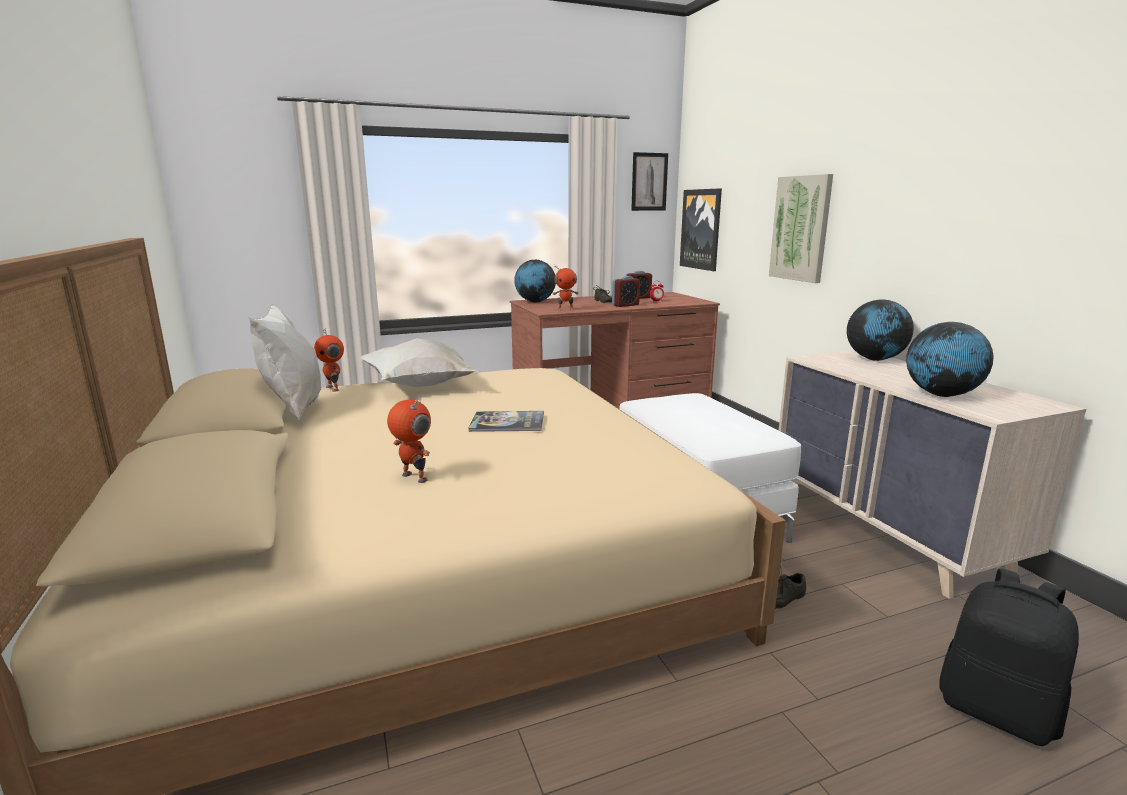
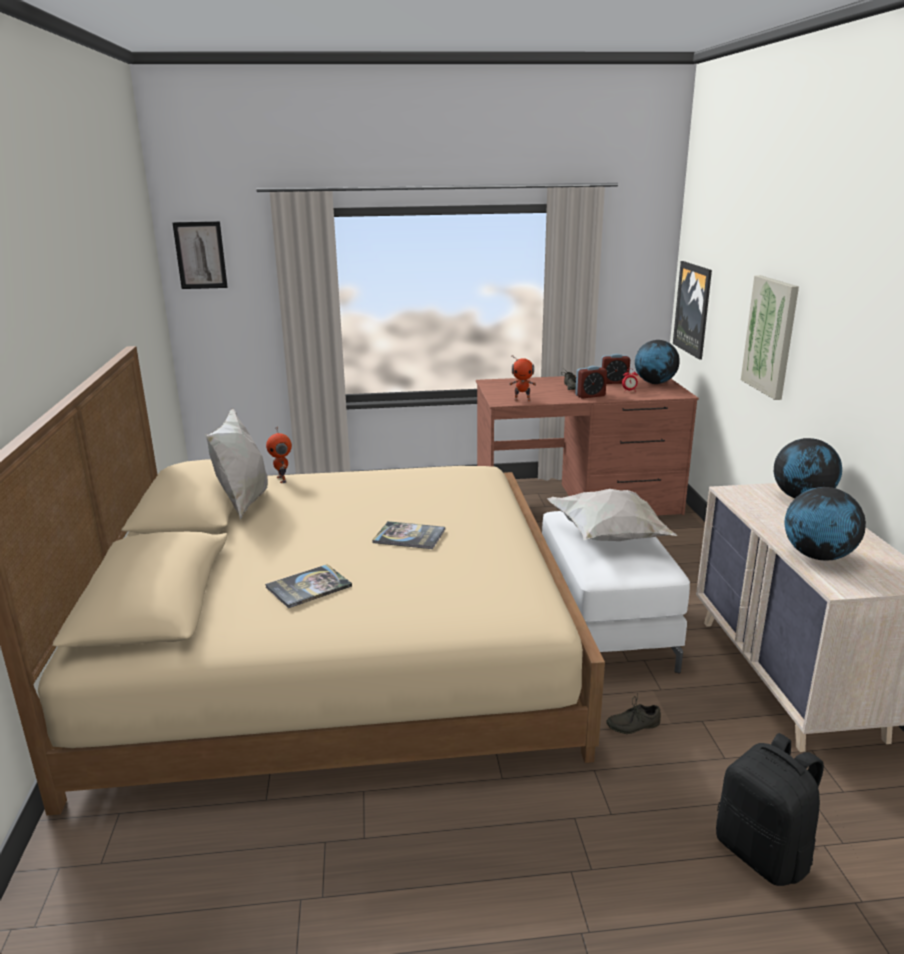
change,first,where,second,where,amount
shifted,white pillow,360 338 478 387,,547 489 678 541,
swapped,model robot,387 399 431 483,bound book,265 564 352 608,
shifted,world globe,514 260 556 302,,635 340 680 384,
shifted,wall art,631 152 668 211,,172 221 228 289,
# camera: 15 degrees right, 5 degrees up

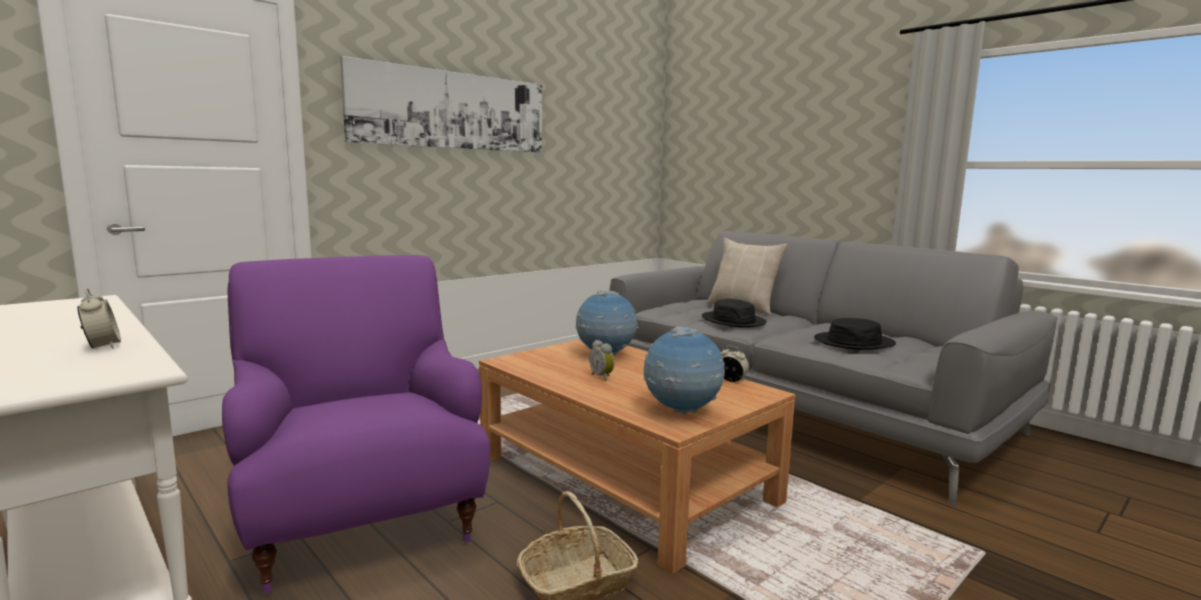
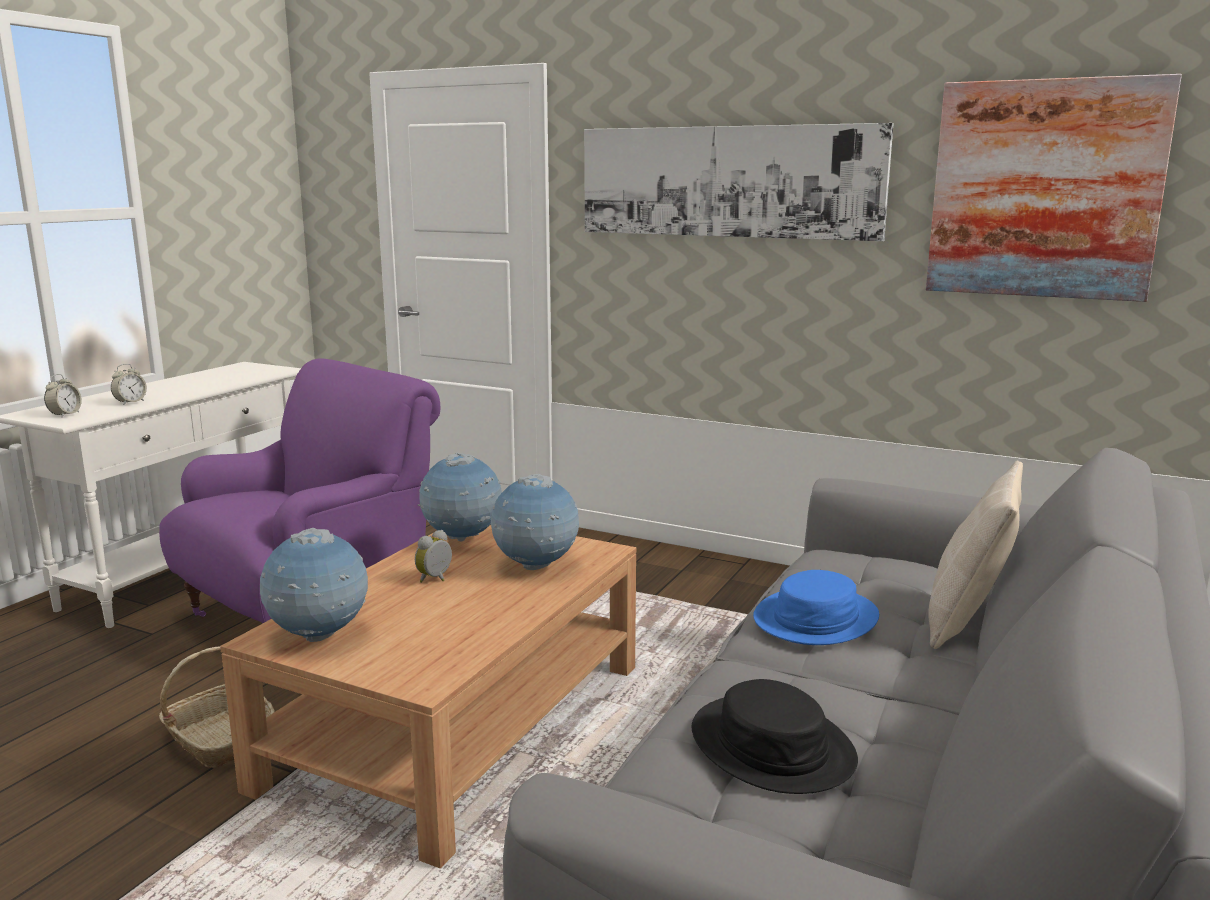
change,first,where,second,where,amount
repainted,black-coloured hat,702 299 767 328,bluish hat,753 570 879 645,
shifted,table clock,721 346 749 382,,44 374 82 417,
new,,,world globe,417 452 502 542,
new,,,wall art,926 74 1182 302,
# camera: 70 degrees right, 5 degrees up

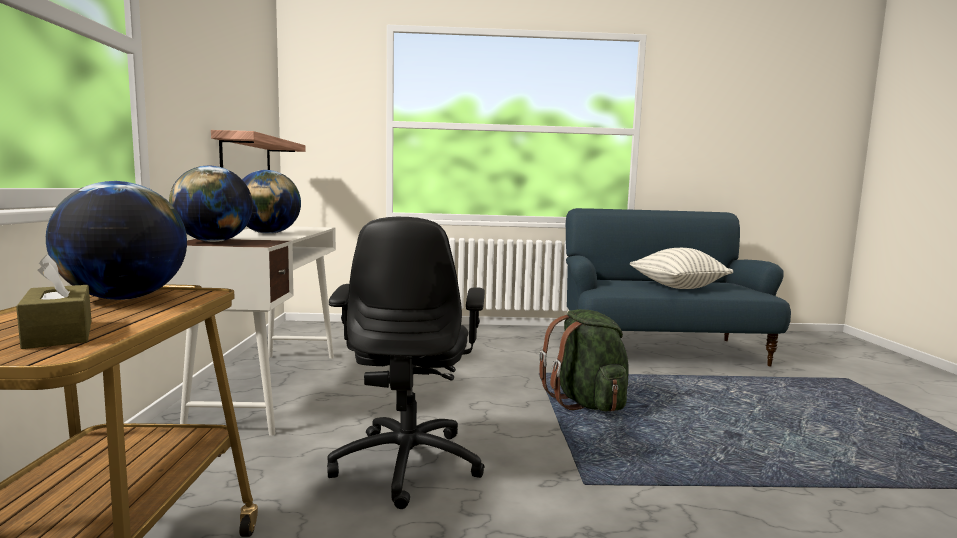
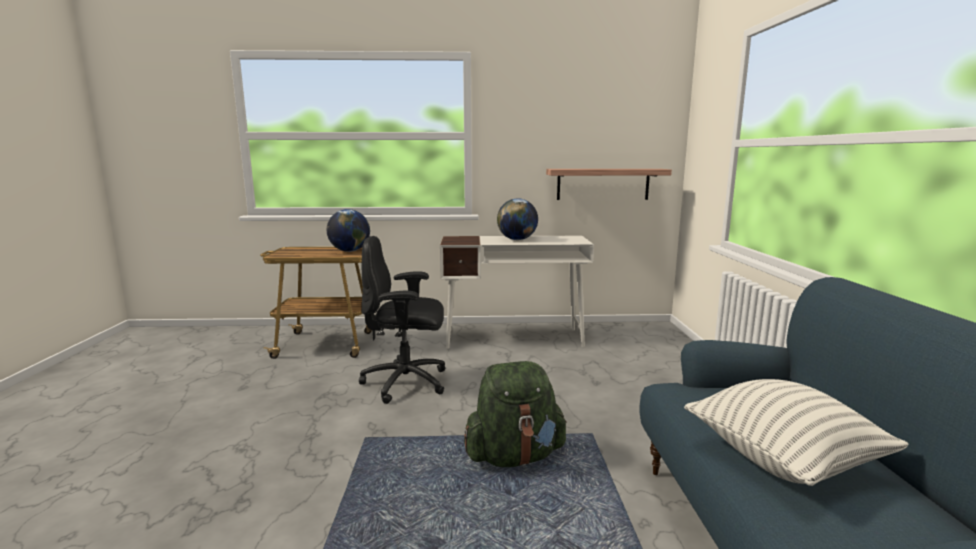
change,first,where,second,where,amount
gone,brown tissue box,16 254 92 349,,,
gone,world globe,169 165 253 242,,,
# camera: 90 degrees right, 5 degrees up

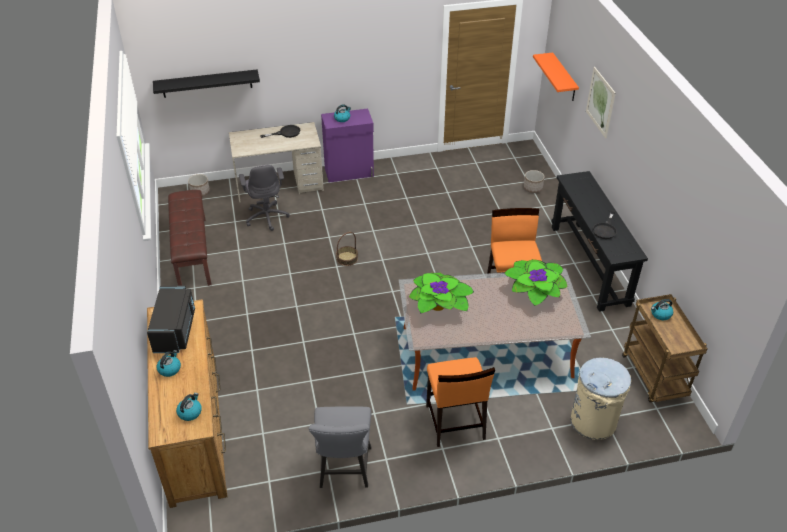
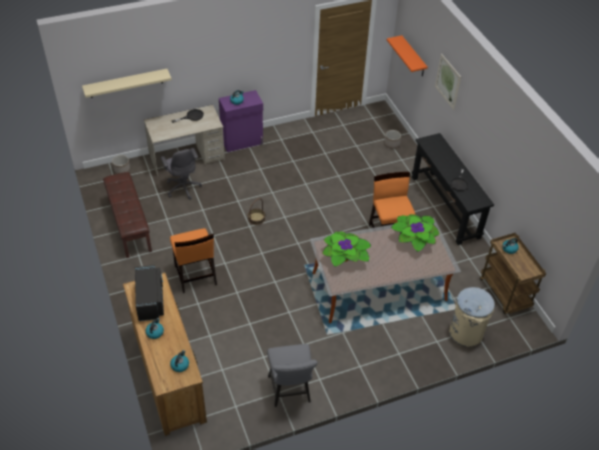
change,first,where,second,where,amount
repainted,black-coloured shelf,153 69 260 98,beige-coloured shelf,82 69 172 98,
shifted,orange plain chair,426 357 495 447,,170 228 217 293,
# camera: 10 degrees left, 5 degrees up

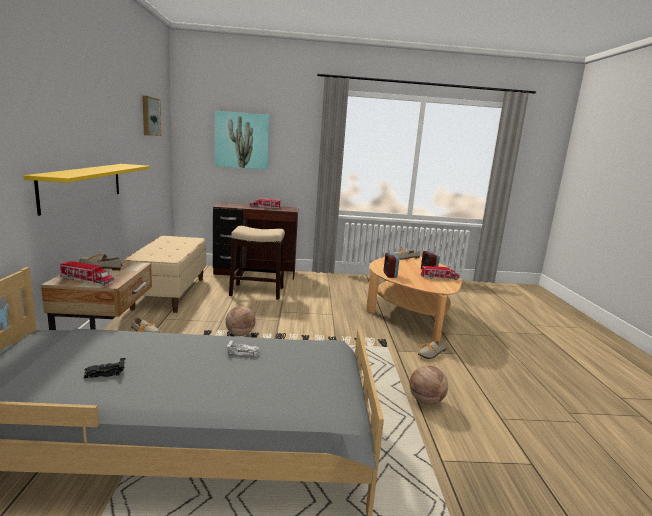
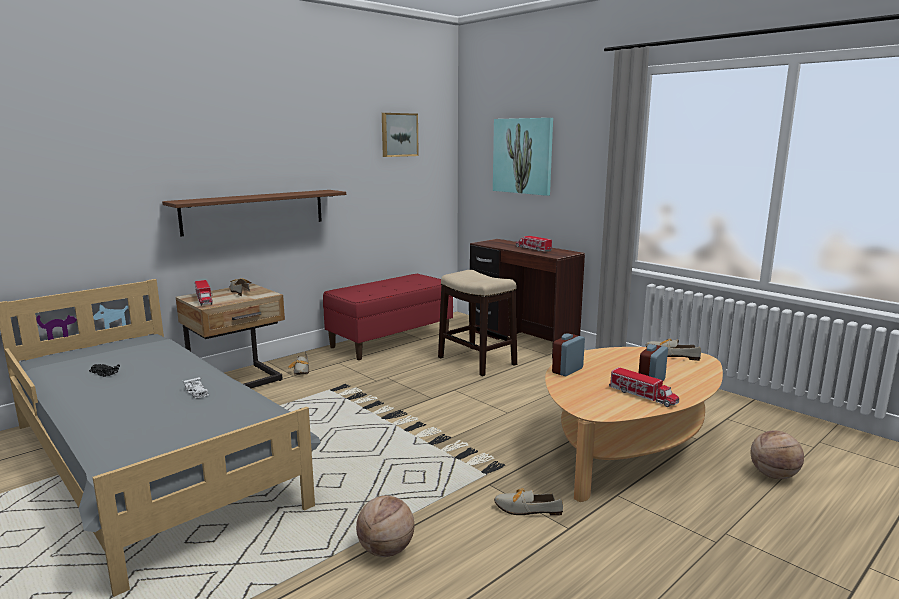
change,first,where,second,where,amount
repainted,yellowish shelf,24 164 150 216,brown shelf,162 190 346 236,
repainted,beige-coloured long seat,123 236 206 313,reddish long seat,323 274 453 360,
shifted,basketball ball,225 306 256 336,,751 431 804 479,
# camera: 50 degrees right, 0 degrees up

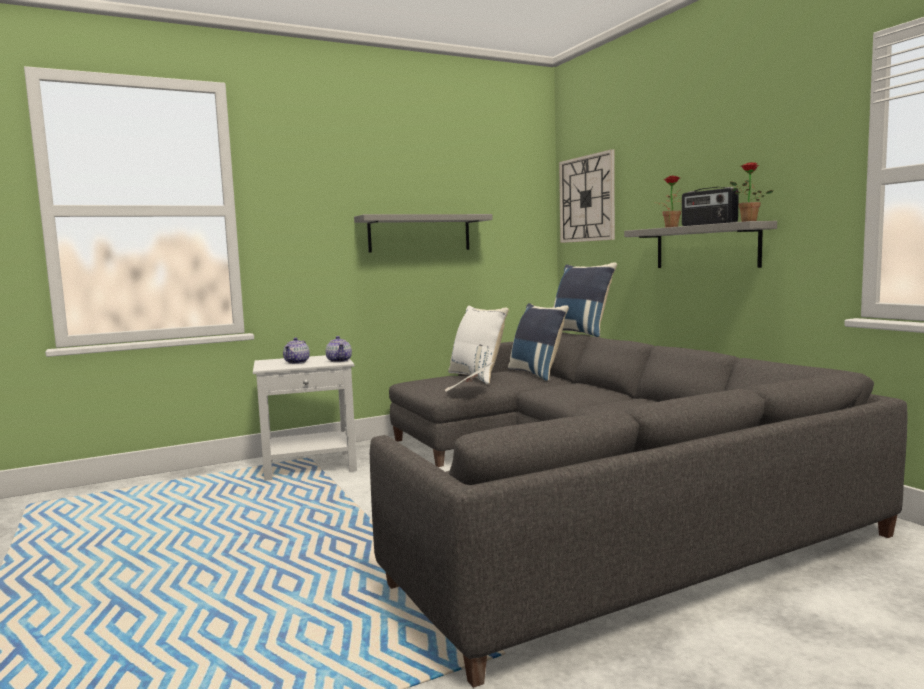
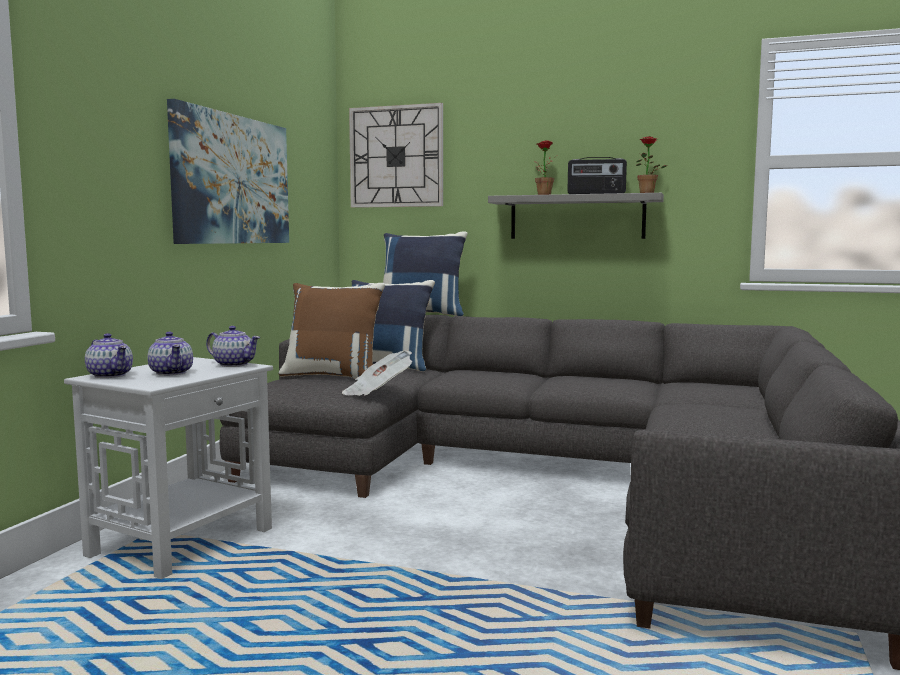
change,first,where,second,where,amount
swapped,gray shelf,354 214 493 253,wall art,167 99 289 244,
repainted,white pillow,448 306 509 384,brown pillow,278 283 385 379,
new,,,teapot,85 333 133 378,
# camera: 45 degrees left, 0 degrees up

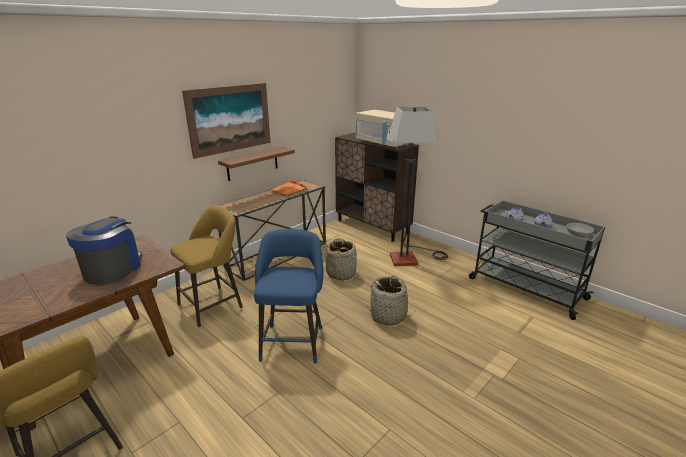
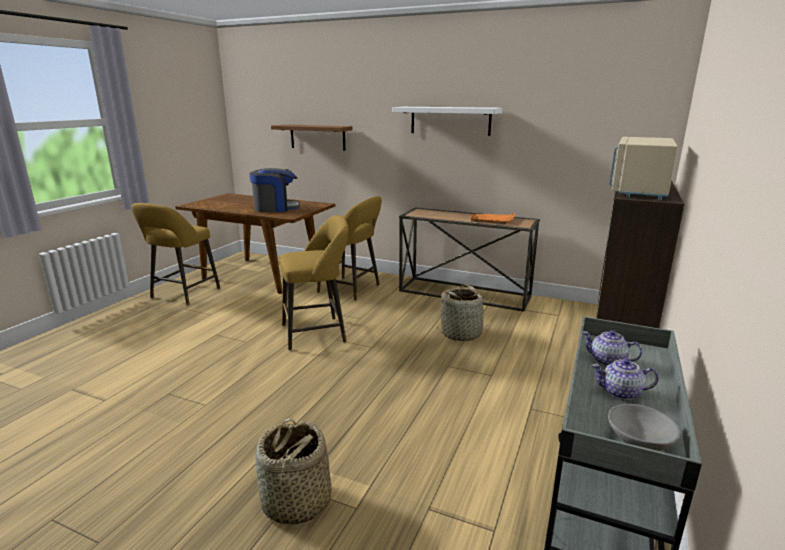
change,first,where,second,where,amount
swapped,wall art,182 83 271 159,white shelf,392 107 502 136,
shifted,brown shelf,218 146 295 181,,271 124 353 150,
repainted,bluish stool seat,254 229 323 364,yellowish stool seat,280 215 349 350,
shifted,basket,367 276 416 326,,255 418 331 528,
gone,standing lamp,389 107 448 266,,,
# camera: 70 degrees right, 5 degrees down

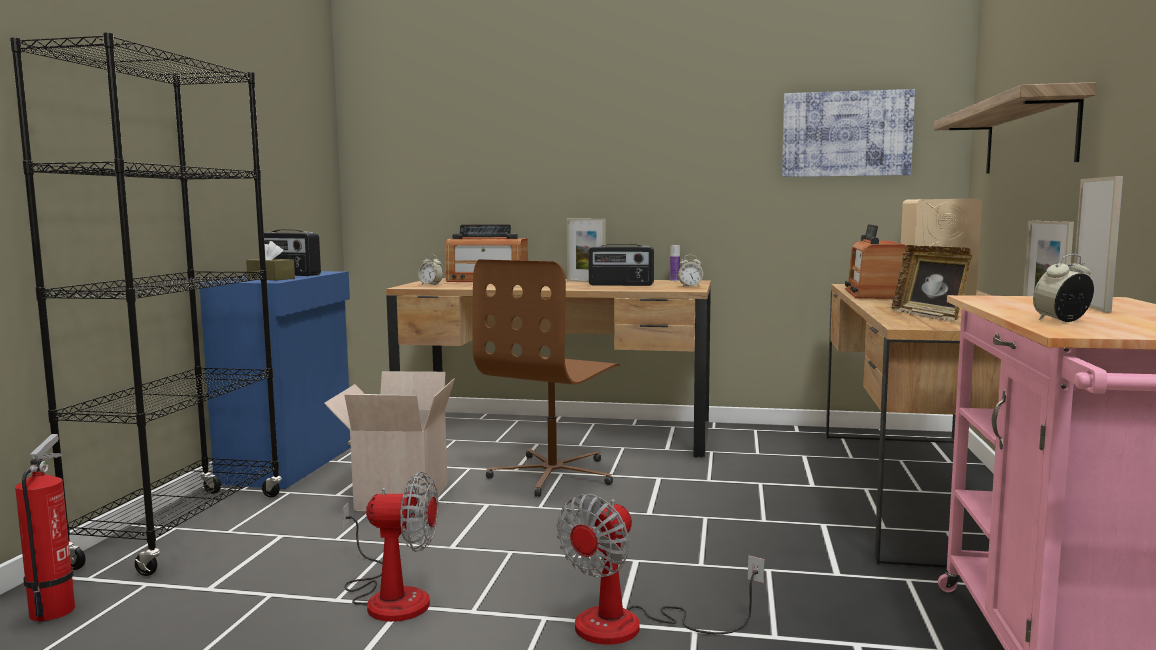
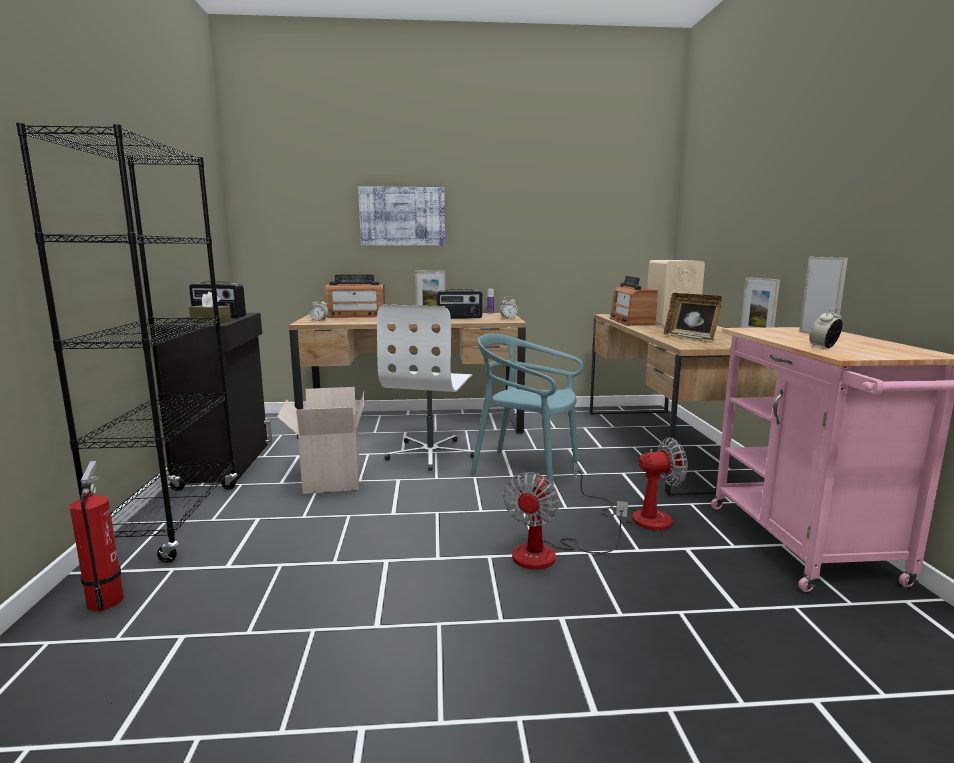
change,first,where,second,where,amount
repainted,bluish storage cabinet,199 271 351 489,black-coloured storage cabinet,155 313 272 483,
shifted,cooling fan,343 472 438 622,,573 437 688 530,
repainted,brown computer chair,472 259 620 497,white computer chair,377 305 475 471,
shifted,wall art,782 89 915 177,,358 186 445 246,
gone,shelf,934 82 1096 173,,,
new,,,blue-green plain chair,470 334 584 493,
# camera: 15 degrees left, 5 degrees up

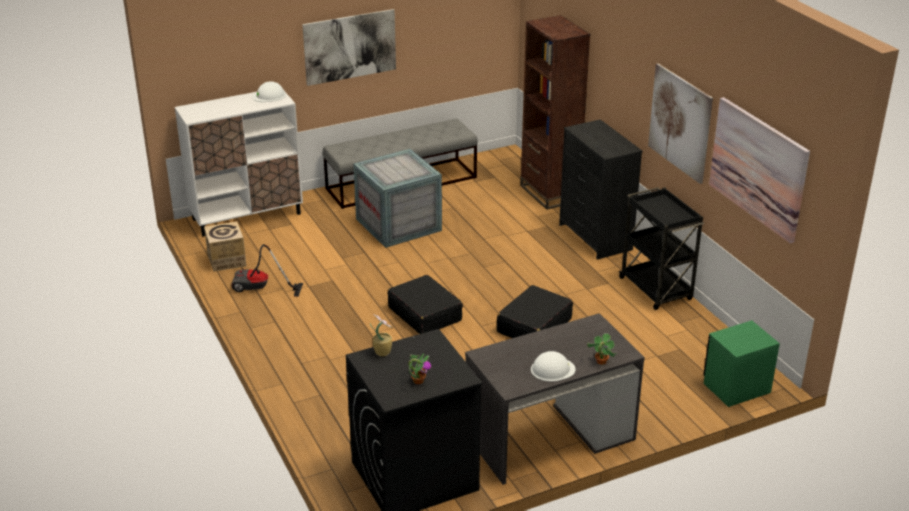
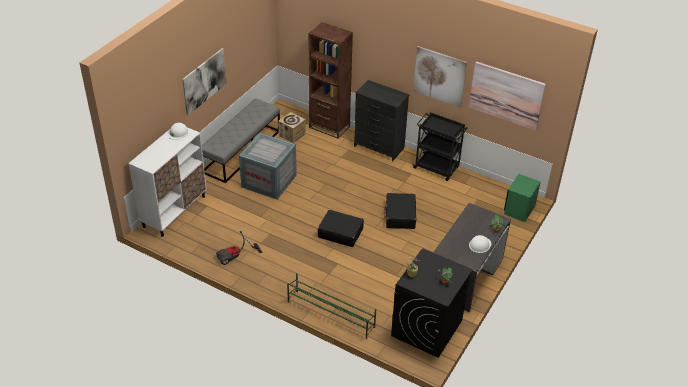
change,first,where,second,where,amount
shifted,carton,204 221 246 272,,278 112 306 143,
new,,,greenish shoe shelf,287 273 376 339,
# camera: 35 degrees left, 10 degrees up

